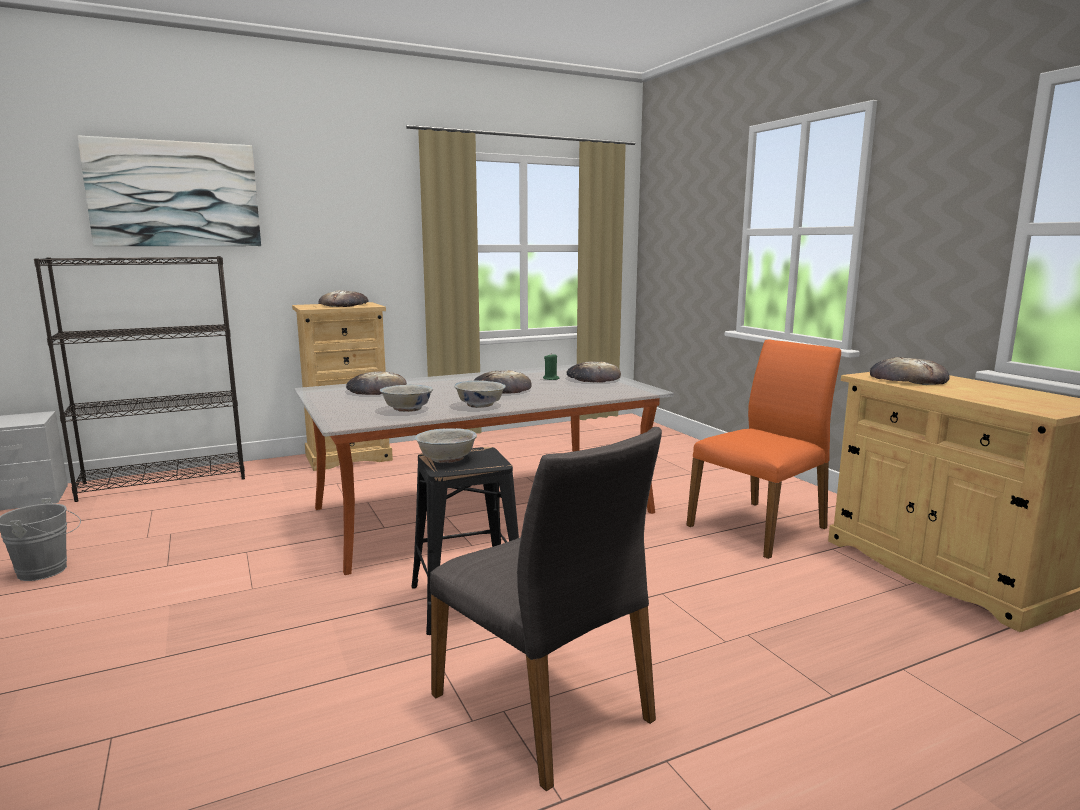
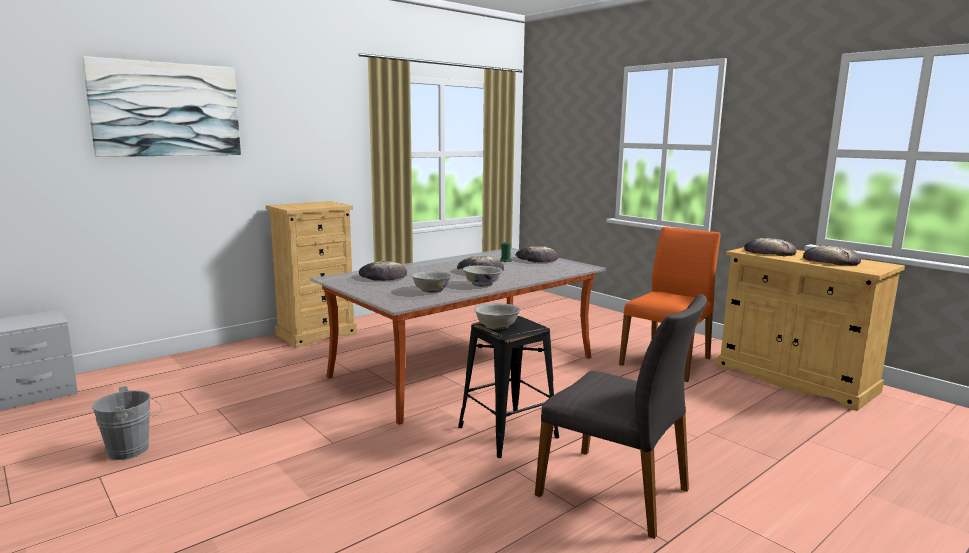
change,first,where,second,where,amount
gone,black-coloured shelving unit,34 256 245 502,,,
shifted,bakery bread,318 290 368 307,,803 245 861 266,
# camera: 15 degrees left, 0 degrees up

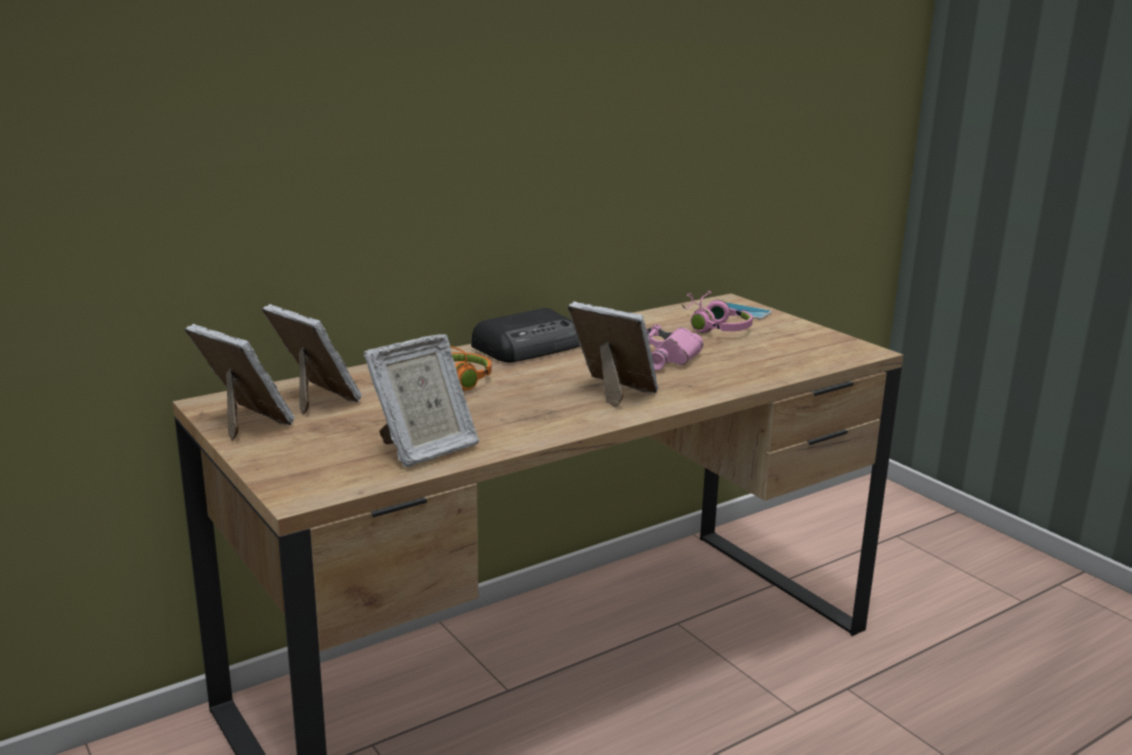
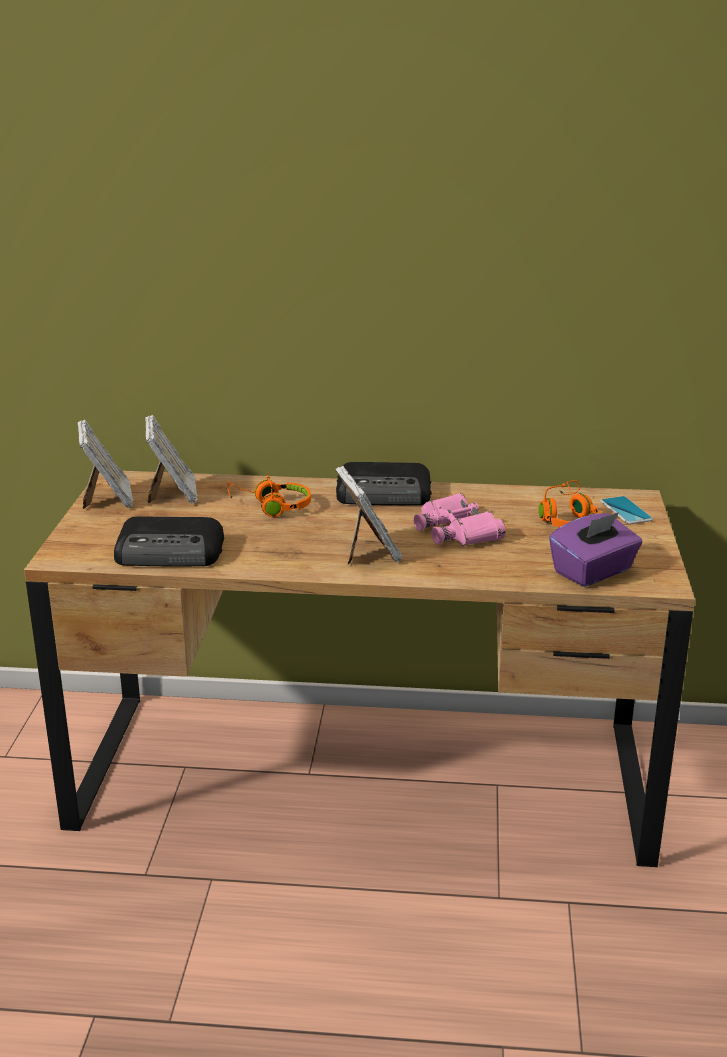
change,first,where,second,where,amount
swapped,photo frame,363 334 479 467,radio receiver,114 517 224 567,
repainted,pink-coloured headphones,682 291 753 333,orange headphones,539 480 601 527,
new,,,purple tissue box,549 512 643 587,
# camera: 40 degrees right, 5 degrees up

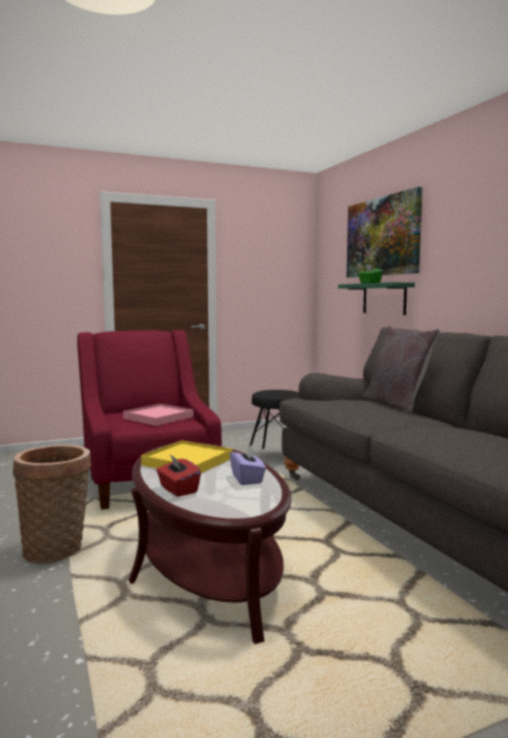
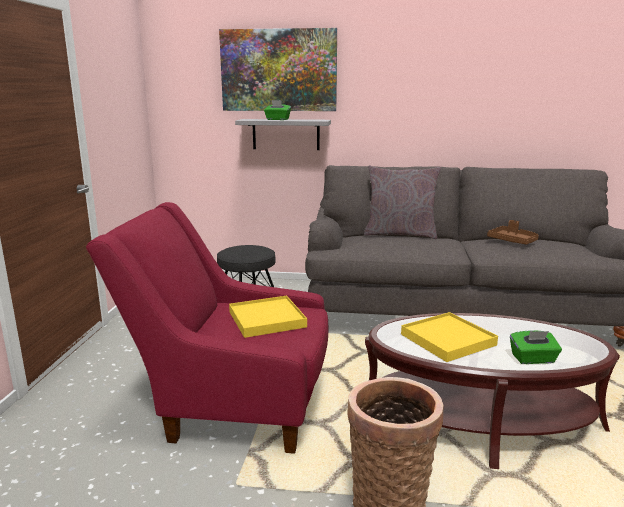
change,first,where,second,where,amount
repainted,pink-coloured serving tray,123 404 194 426,yellowish serving tray,229 296 307 338,
repainted,reddish tissue box,156 455 201 497,greenish tissue box,510 330 562 364,
gone,purple tissue box,230 445 266 485,,,
repainted,greenish shelf,338 282 415 315,gray shelf,235 119 331 150,
new,,,brown serving tray,487 220 539 245,
# camera: 60 degrees left, 10 degrees up

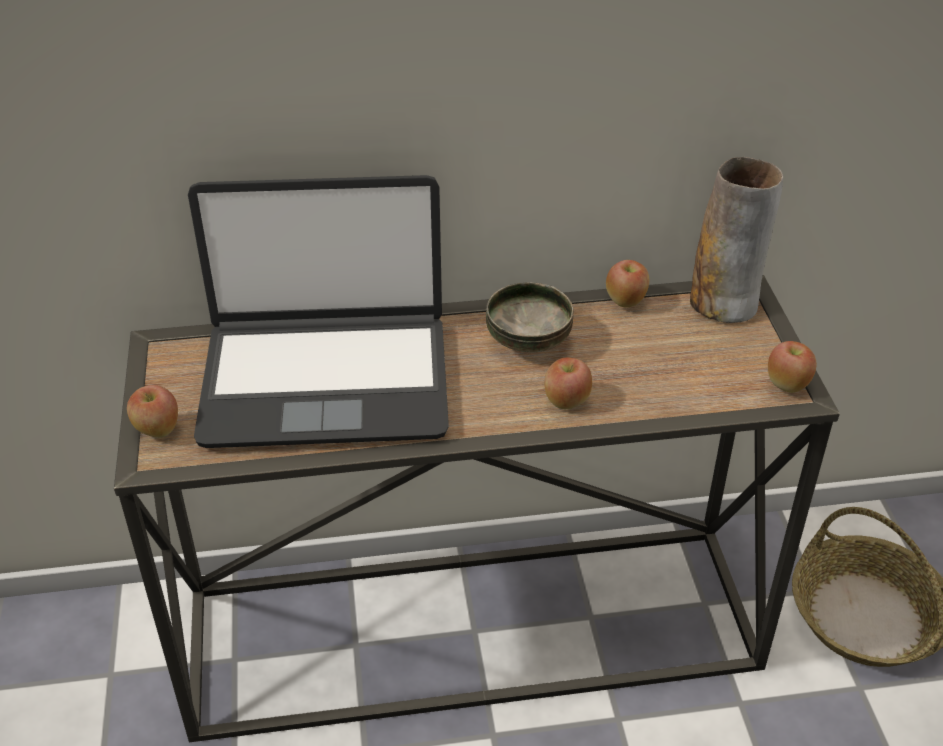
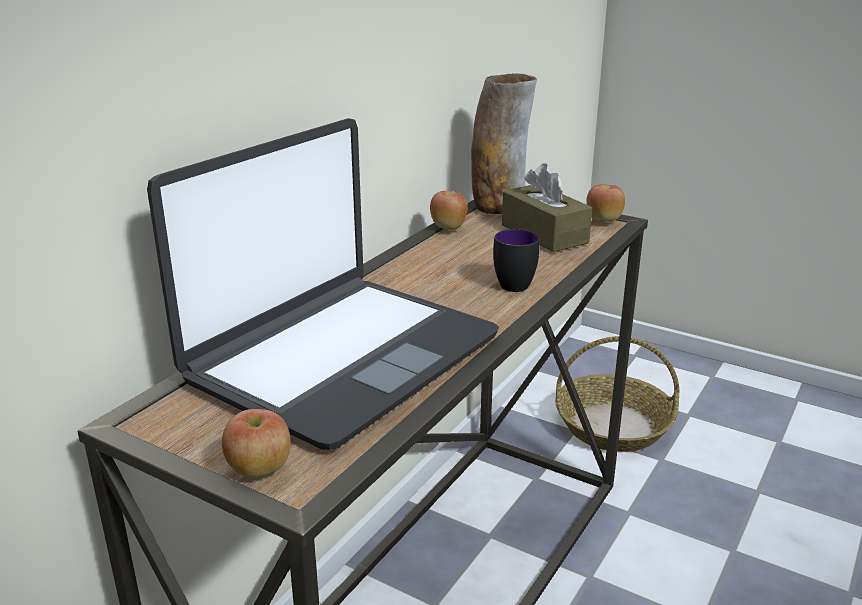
change,first,where,second,where,amount
gone,bowl,486 282 574 353,,,
swapped,apple,544 358 592 409,tea mug,493 229 539 292,
new,,,brown tissue box,502 163 592 252,
# camera: 50 degrees left, 15 degrees down

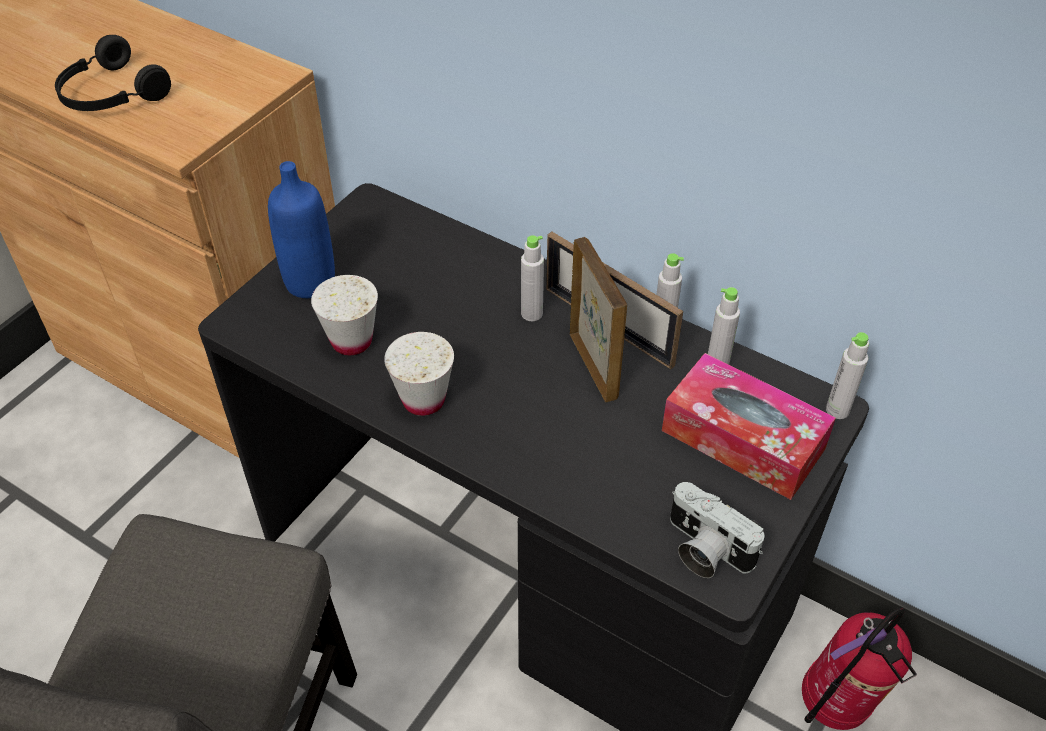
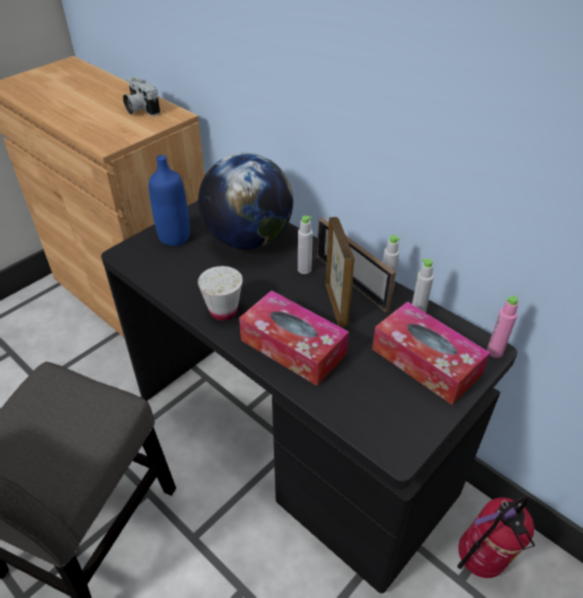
change,first,where,second,where,amount
gone,black-coloured headphones,55 35 171 111,,,
gone,white drinking cup,311 275 378 355,,,
shifted,photo camera,670 482 765 578,,123 77 160 116,
repainted,gray bottle,826 332 869 419,pink-coloured bottle,487 296 518 358,
new,,,world globe,198 153 293 249,
new,,,tissue box,239 290 349 386,
# camera: 10 degrees right, 5 degrees down

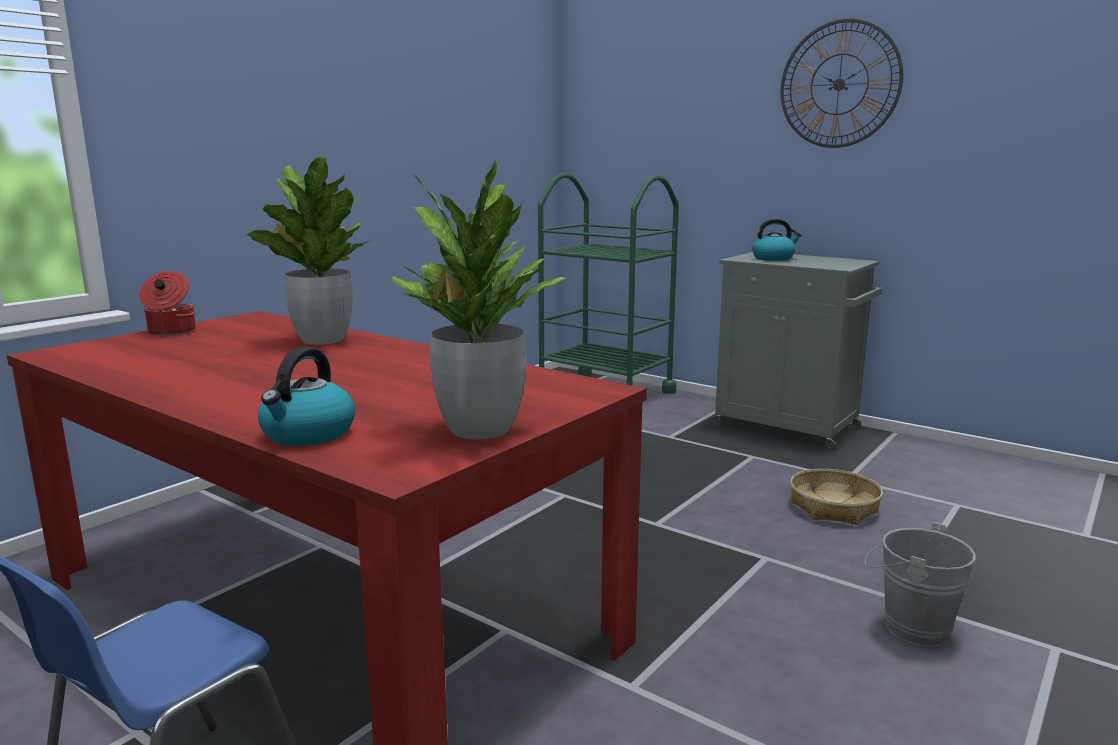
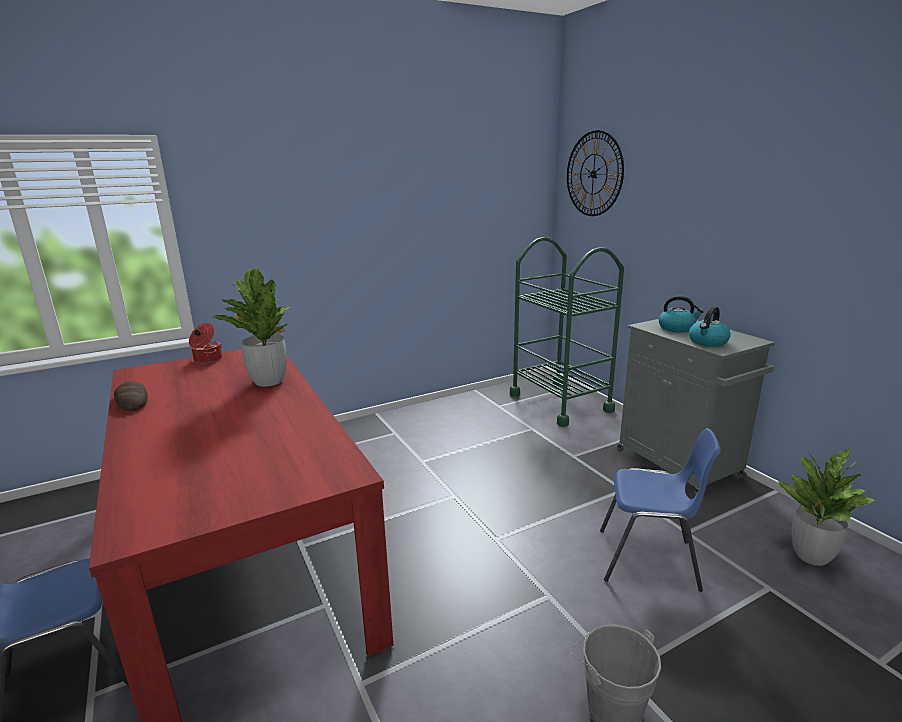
change,first,where,second,where,amount
shifted,water kettle,258 347 355 446,,689 306 731 347,
shifted,potted plant,392 160 566 440,,778 447 875 566,
shifted,wall clock,781 18 903 148,,567 130 624 216,
swapped,basket,790 469 883 525,bluish plain chair,600 428 721 592,
new,,,bakery bread,114 381 148 411,
# camera: 25 degrees right, 5 degrees up

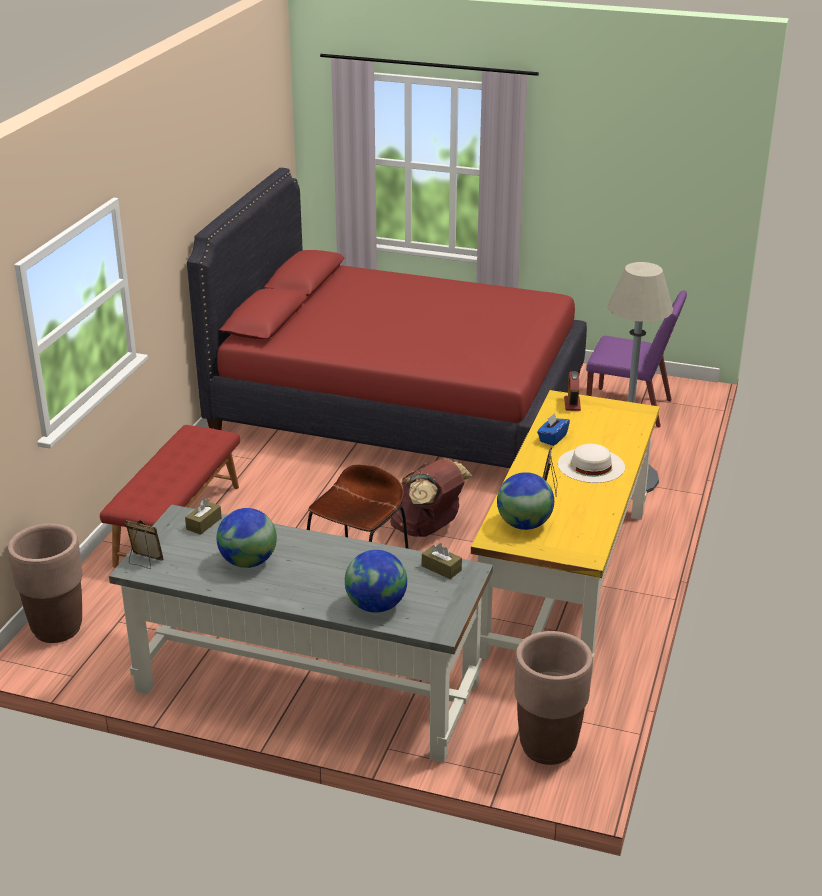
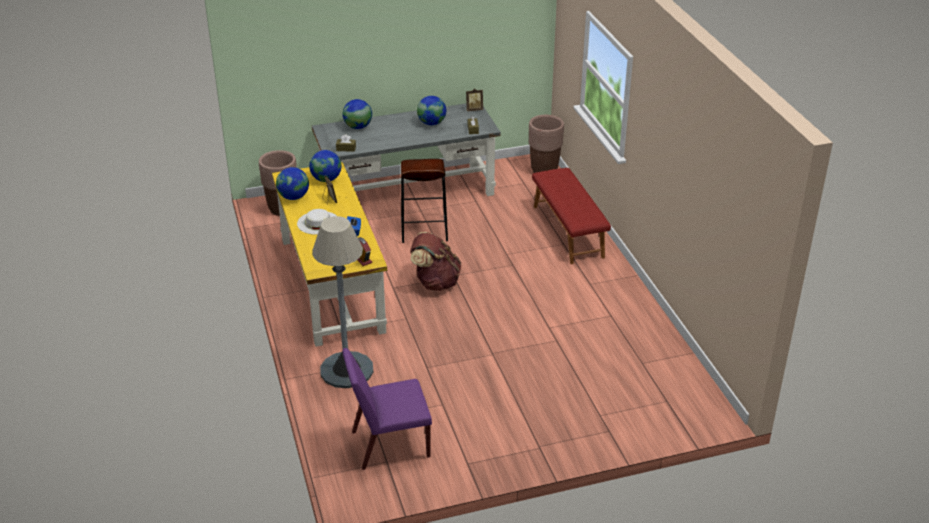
change,first,where,second,where,amount
gone,reddish sleeping bed,187 168 587 468,,,
new,,,world globe,276 167 309 200,
# camera: 145 degrees right, 5 degrees up

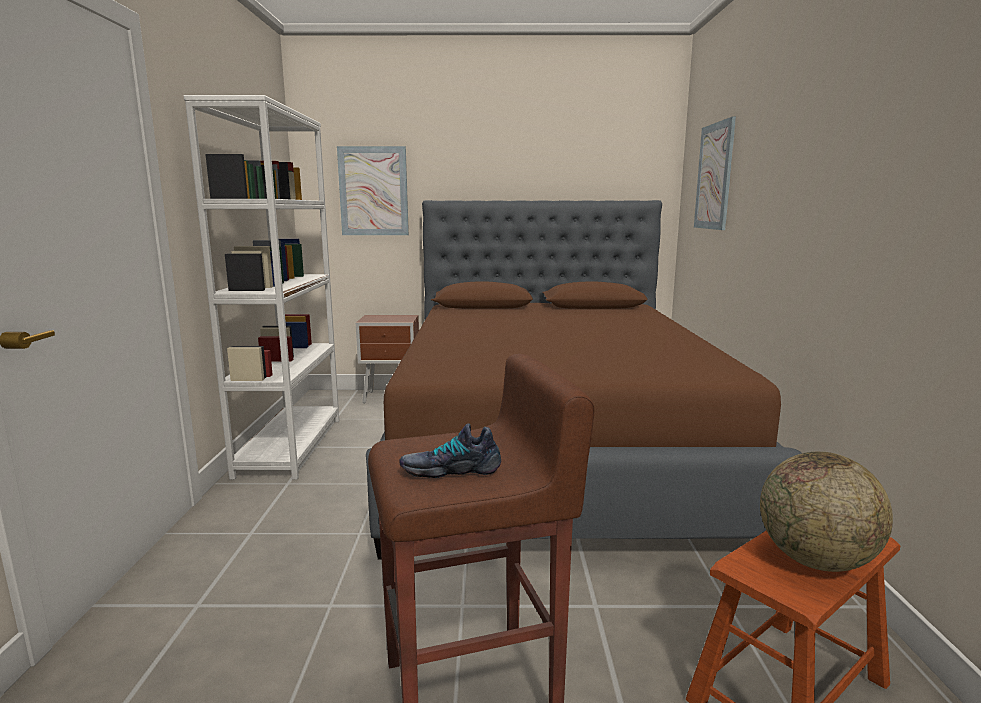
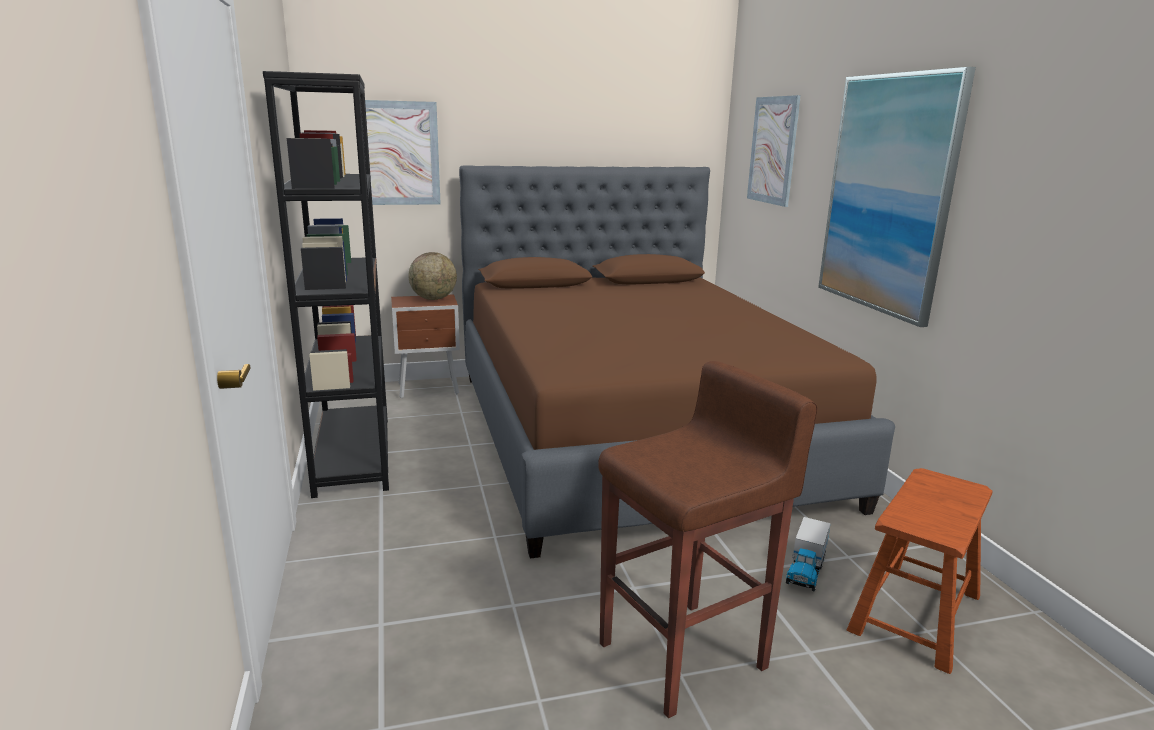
change,first,where,second,where,amount
repainted,white shelving unit,183 95 340 480,black-coloured shelving unit,263 71 389 498,
gone,shoe,399 423 501 478,,,
shifted,world globe,760 451 893 572,,408 252 457 300,
new,,,toy lorry,786 517 831 591,
new,,,wall art,818 67 976 327,
# camera: 15 degrees left, 5 degrees up

